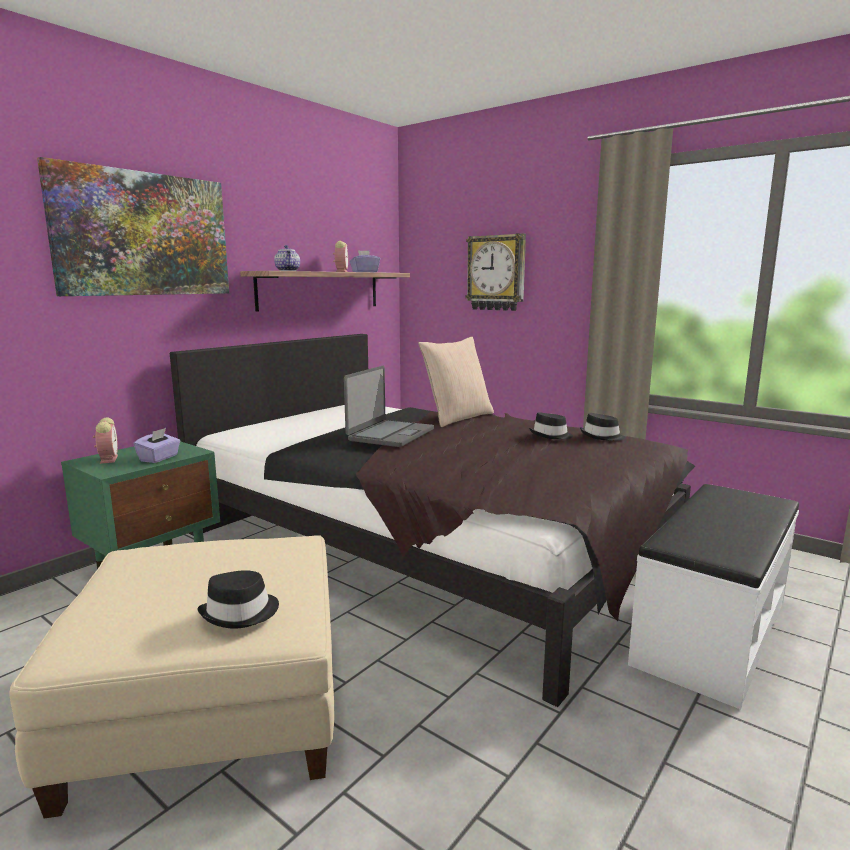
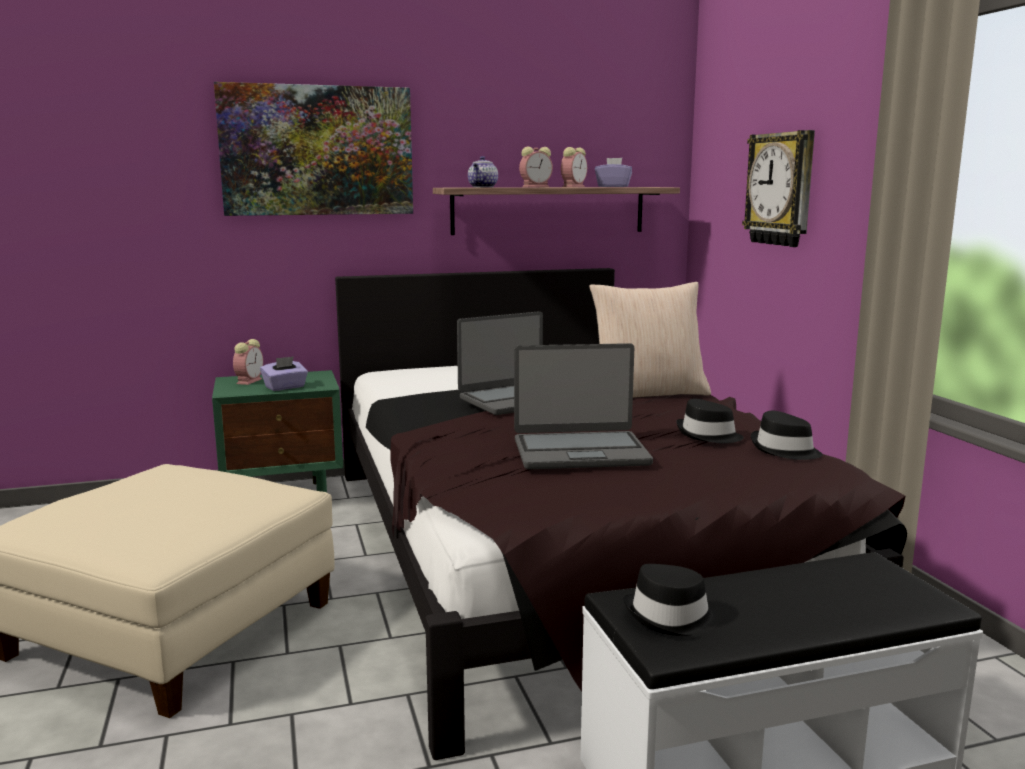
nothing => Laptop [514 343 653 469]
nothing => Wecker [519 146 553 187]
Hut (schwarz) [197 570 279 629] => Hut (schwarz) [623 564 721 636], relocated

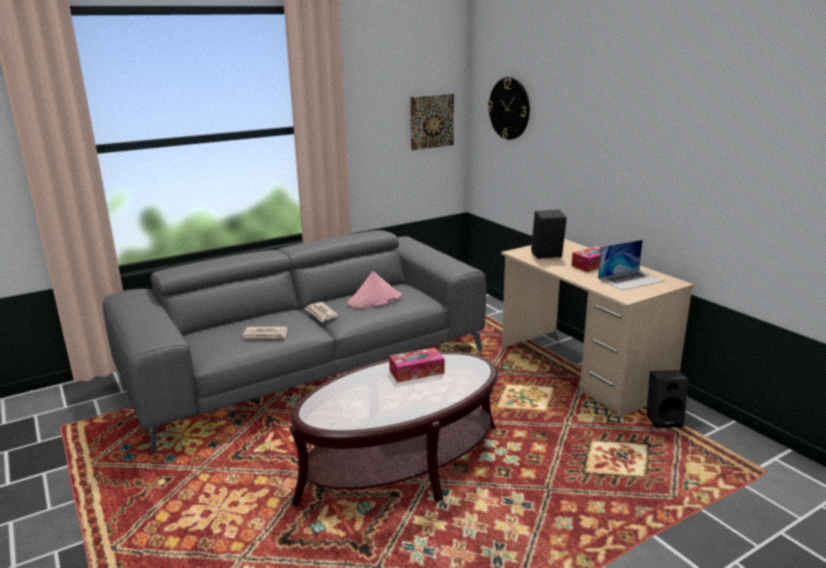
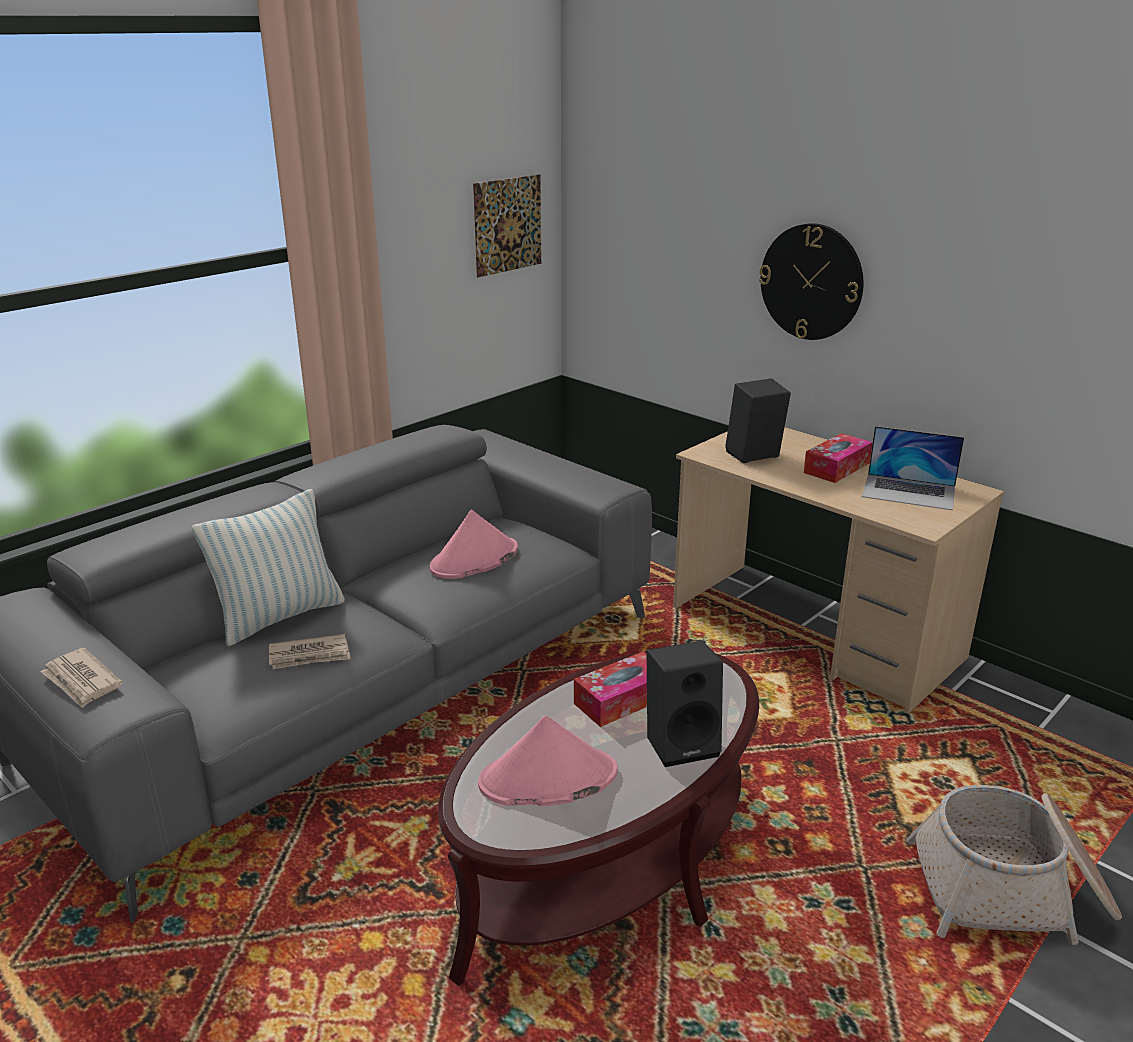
nothing => Kissen [192 489 345 646]
nothing => Hut (rosa) [478 716 618 806]
nothing => Korb [906 785 1122 945]
Zeitung [305 302 338 322] => Zeitung [40 648 123 708], relocated
Wanduhr [488 77 530 140] => Wanduhr [759 223 864 340], relocated
Lautsprecher (schwarz) [647 370 688 428] => Lautsprecher (schwarz) [647 641 723 767], relocated
Laptop [598 240 664 290] => Laptop [862 426 964 510], 60 degrees clockwise

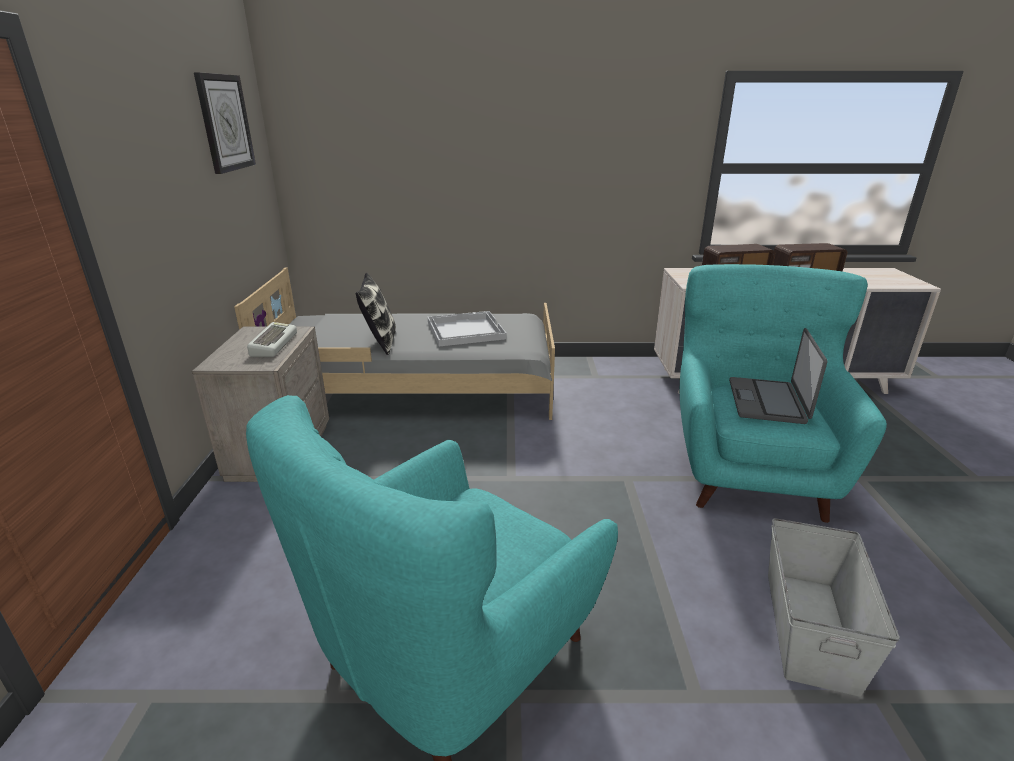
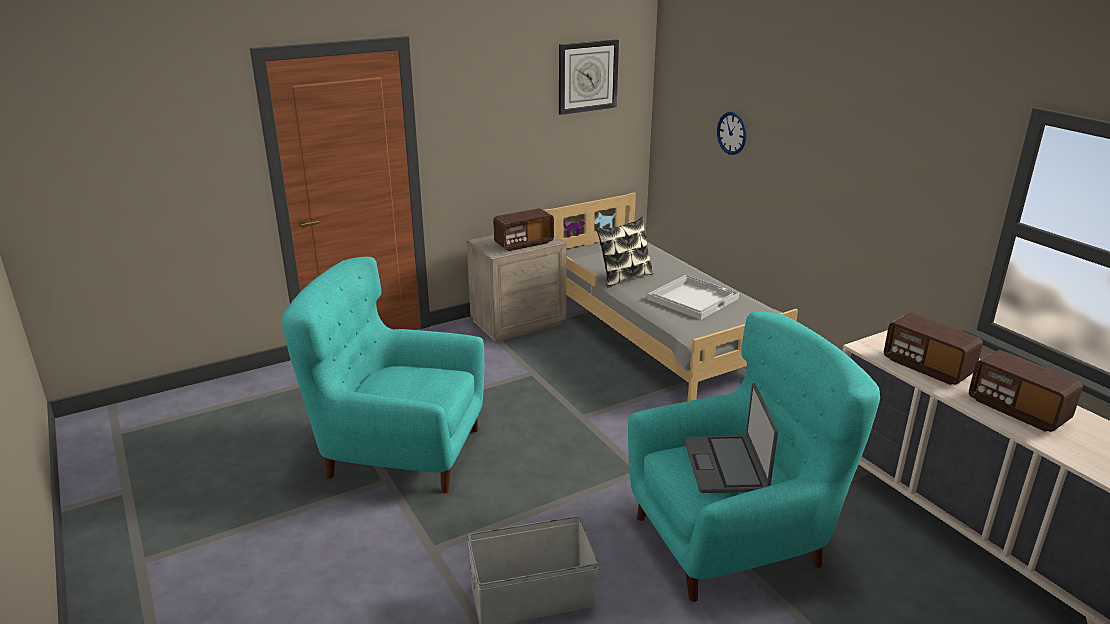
nothing => Wanduhr [717 112 746 155]
Tastatur [247 322 297 357] => Radio [493 208 554 251]
Laptop [729 328 827 424] => Laptop [684 383 778 493], 75 degrees counterclockwise

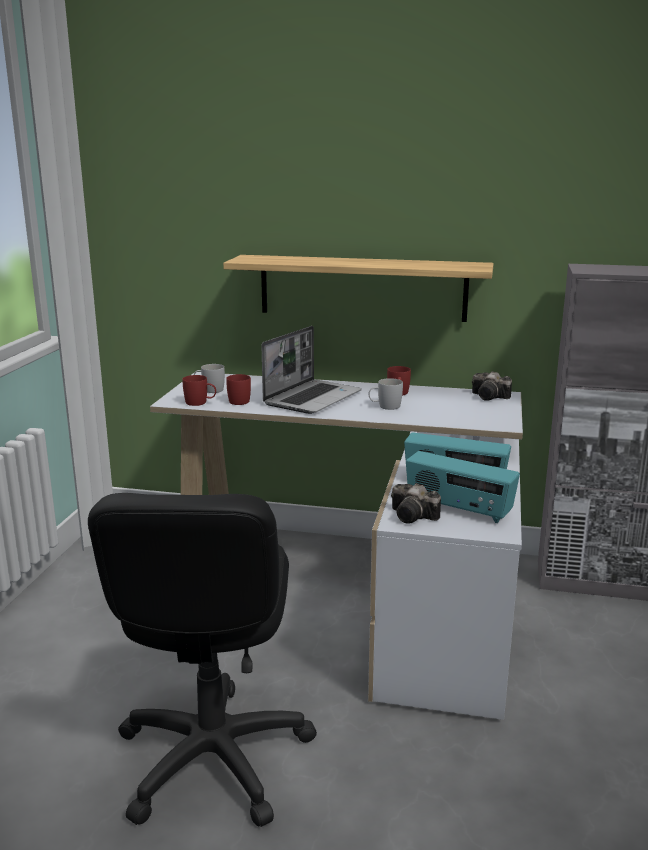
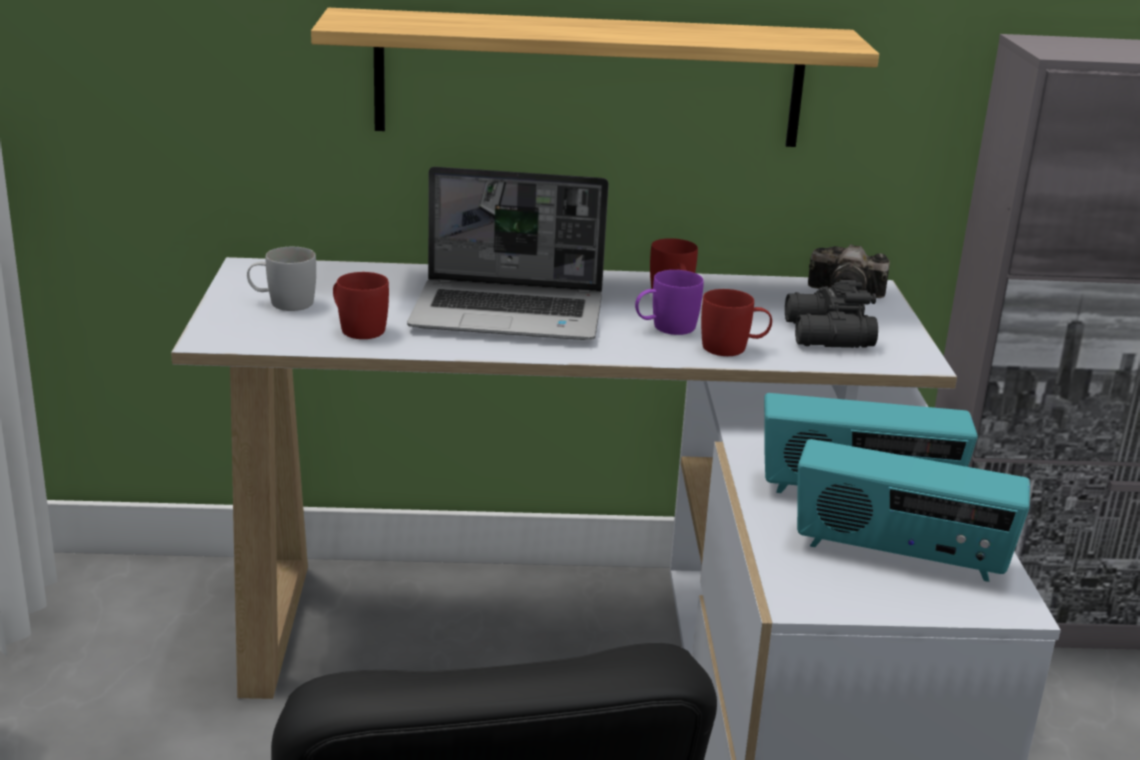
Kamera [391 483 441 524] => nothing
nothing => Fernglas (schwarz) [785 280 878 348]
Henkelbecher (rot) [182 375 216 406] => Henkelbecher (rot) [701 289 772 356], relocated
Henkelbecher (weiß) [368 378 403 410] => Henkelbecher (lila) [635 270 704 335]
Laptop [262 326 362 414] => Laptop [407 167 609 340], 75 degrees clockwise

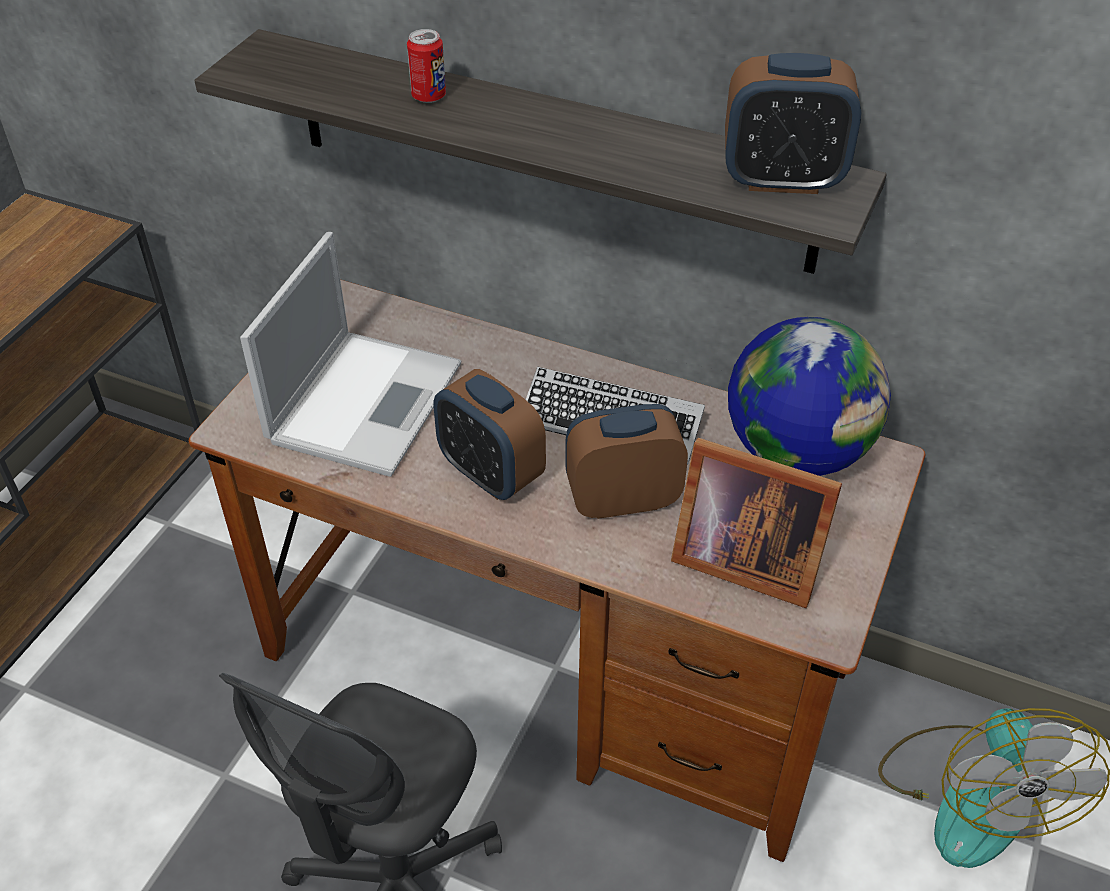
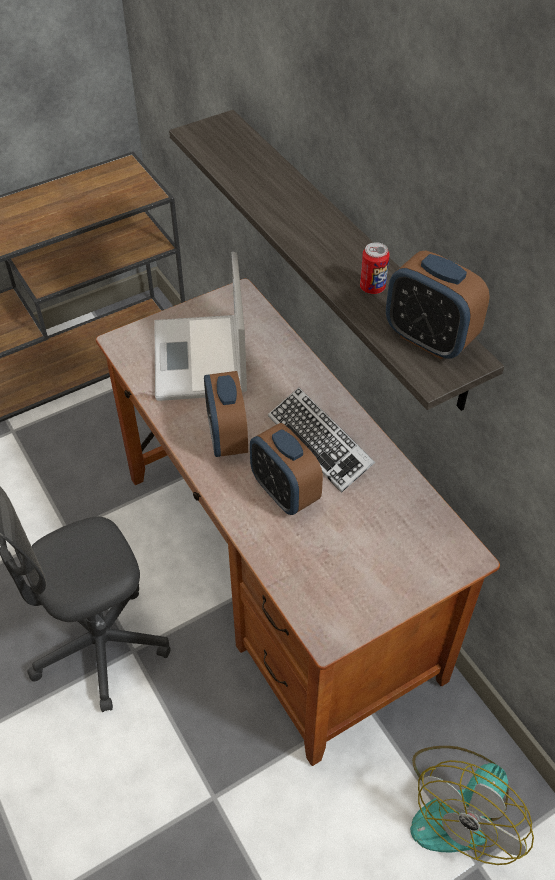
Bilderrahmen [671 438 842 608] => nothing
Globus [728 317 891 476] => nothing
Dose [407 29 446 103] => Dose [360 242 390 294], relocated
Laptop [240 232 461 477] => Laptop [155 252 247 401], 120 degrees clockwise
Wecker [565 404 688 519] => Wecker [250 423 323 515], 150 degrees counterclockwise

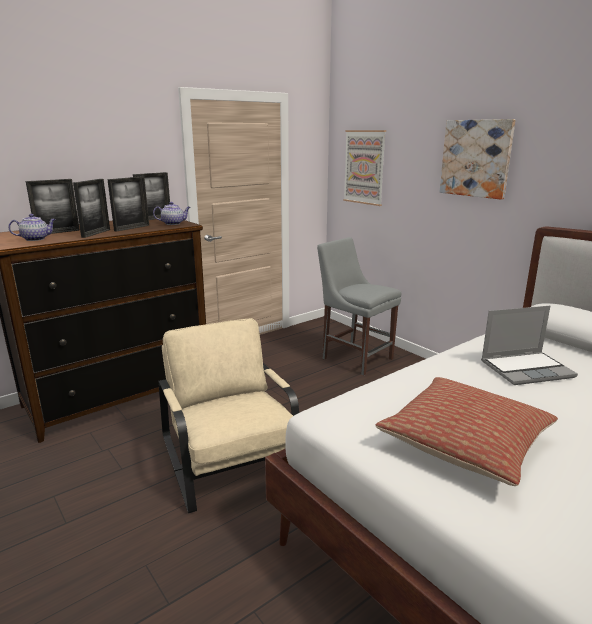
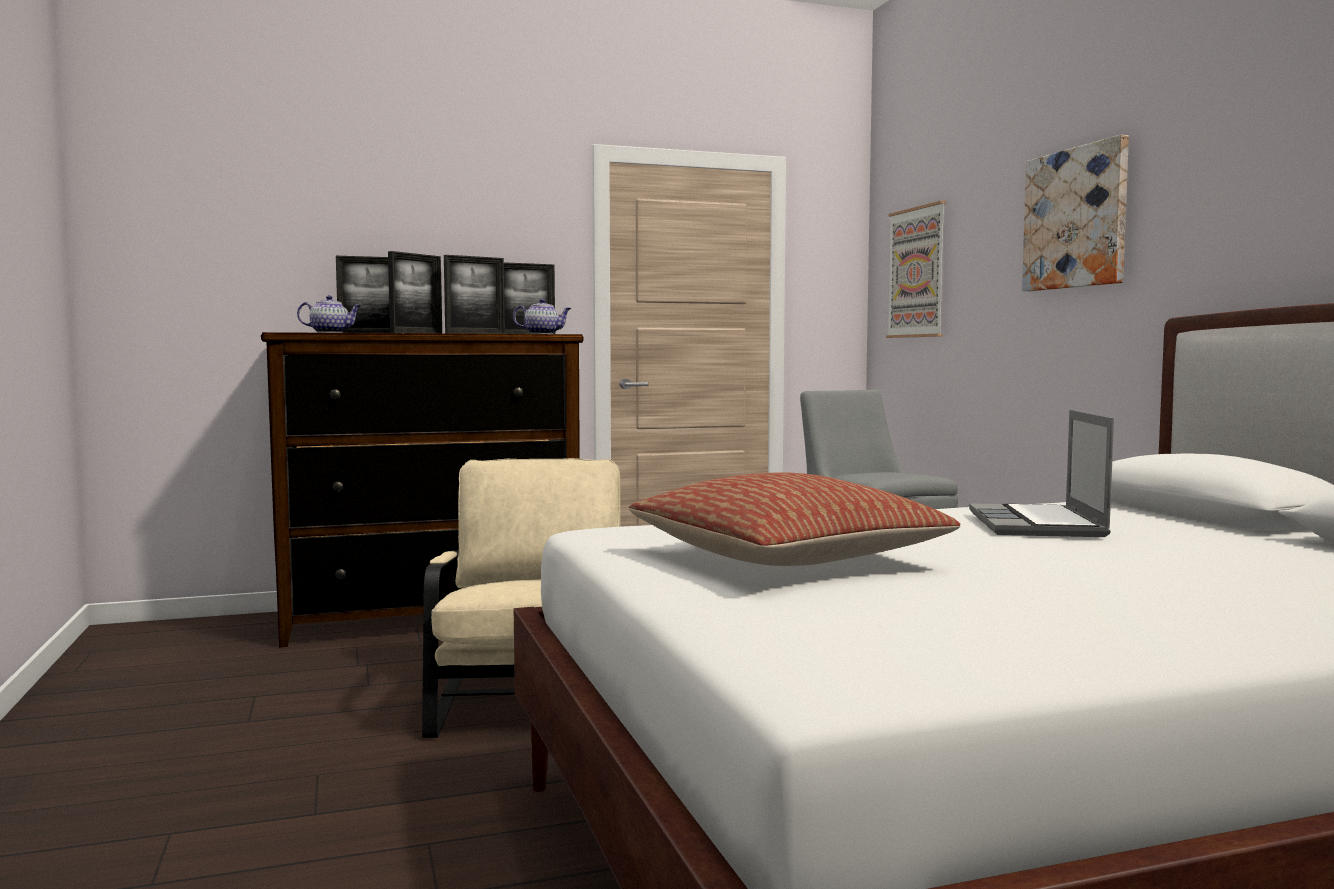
Laptop [481 306 578 385] => Laptop [969 410 1114 537], 90 degrees clockwise

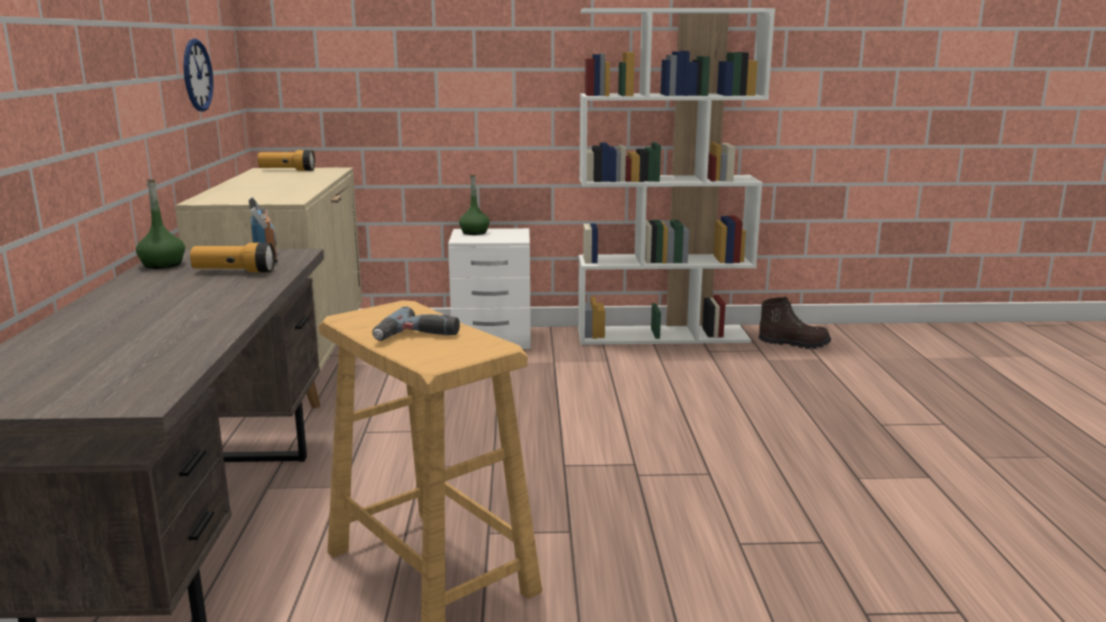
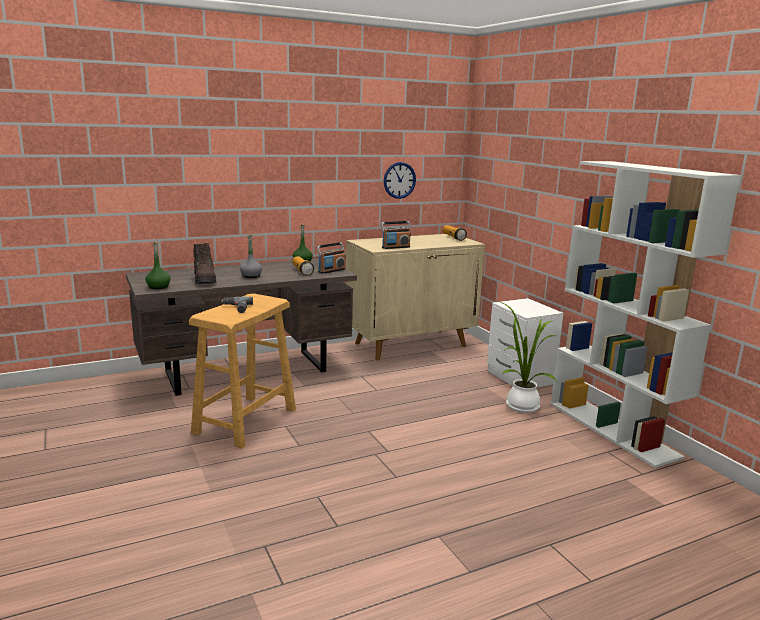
nothing => Flasche (grau) [240 234 262 278]
nothing => Radio [381 221 411 249]
nothing => Topfpflanze [501 302 557 413]
Flasche (grün) [459 175 490 235] => Flasche (grün) [145 242 171 289], relocated
Stiefel (braun) [758 297 831 349] => Stiefel (braun) [193 243 217 285], relocated

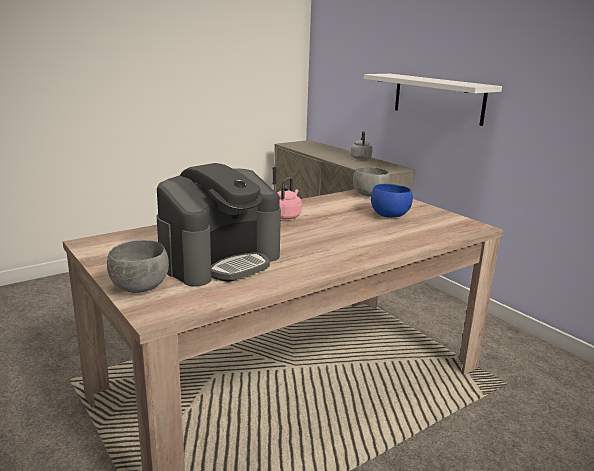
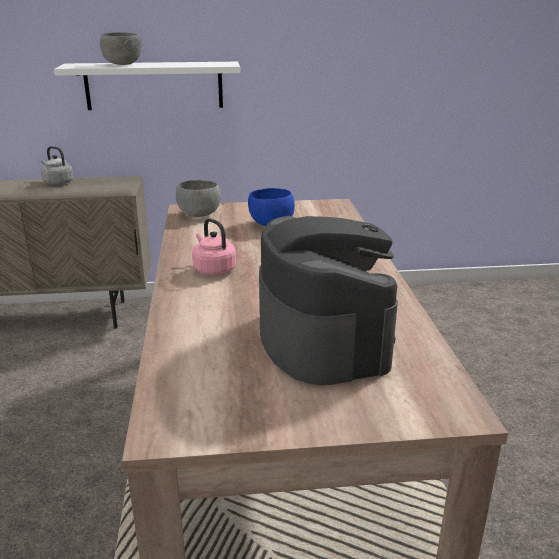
Schüssel (grau) [107 240 169 293] => Schüssel (grau) [100 32 142 65], relocated

